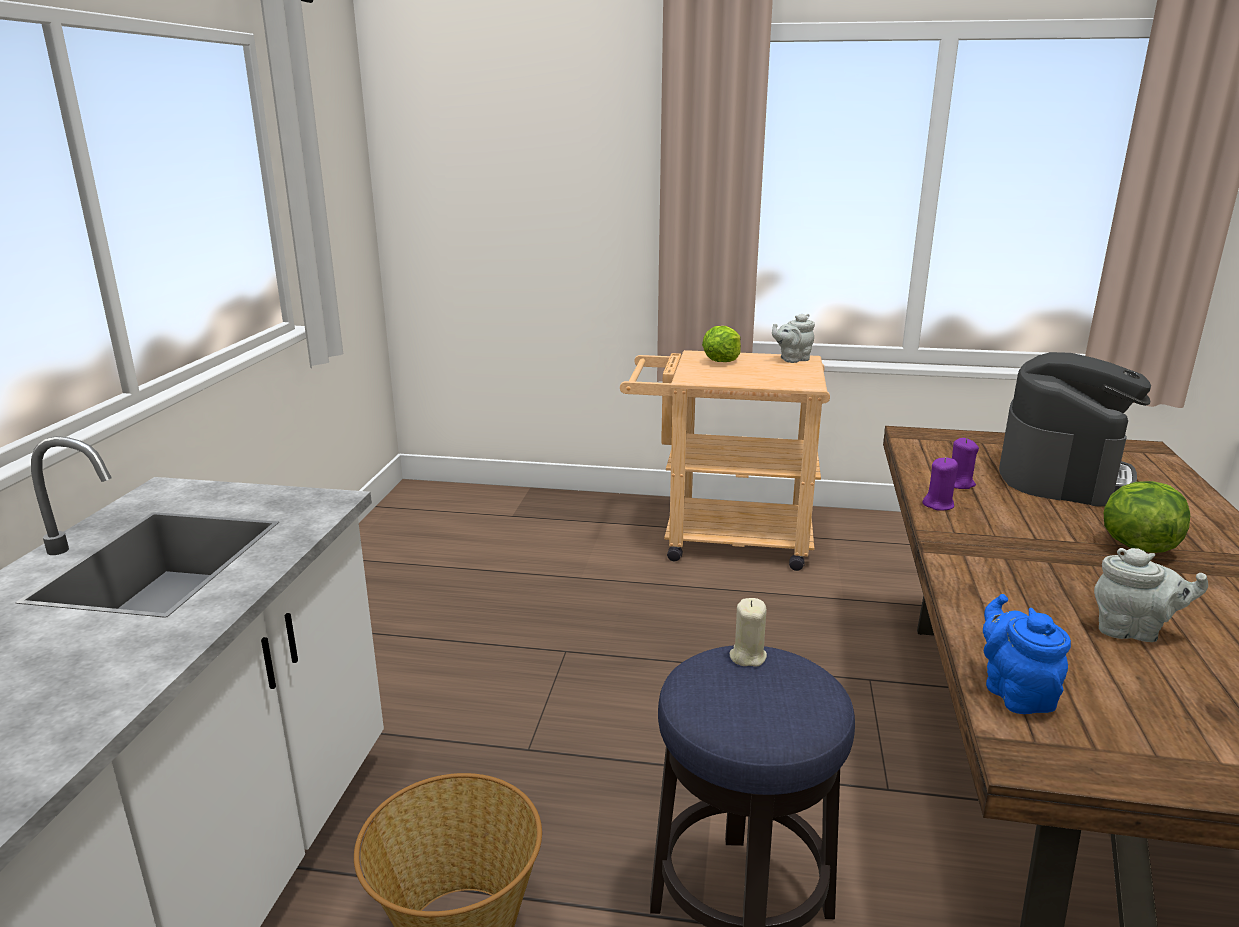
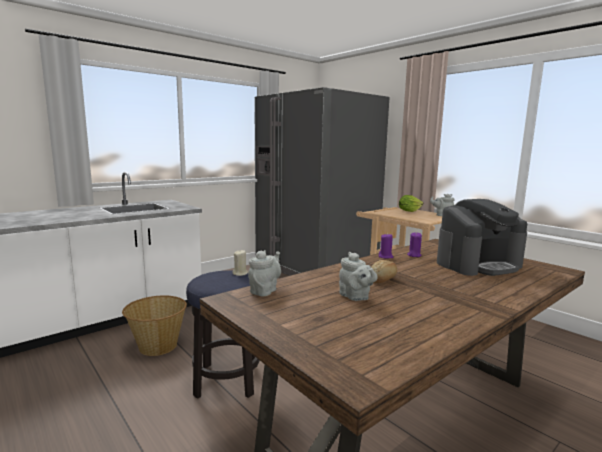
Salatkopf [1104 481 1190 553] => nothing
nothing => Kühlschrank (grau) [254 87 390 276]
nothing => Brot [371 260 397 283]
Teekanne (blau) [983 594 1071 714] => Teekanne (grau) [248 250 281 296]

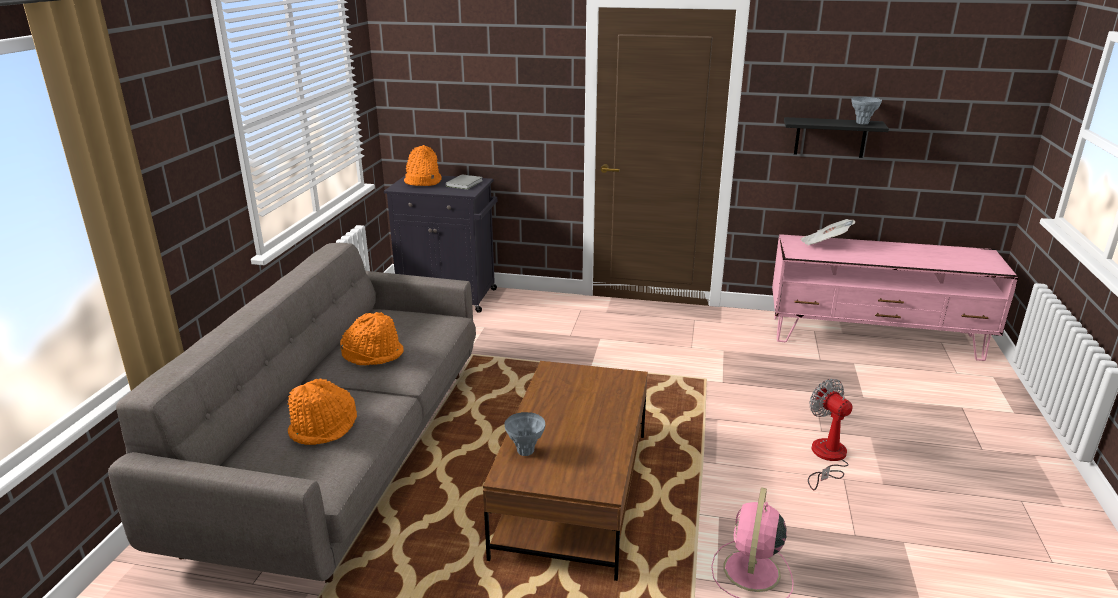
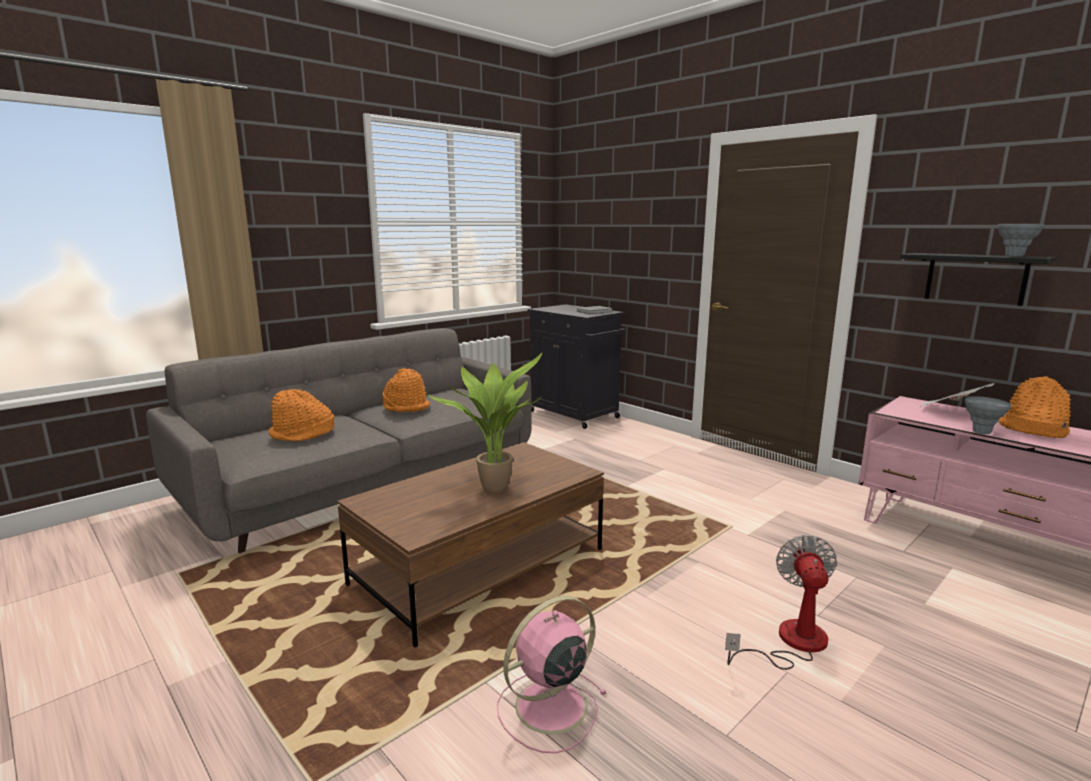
nothing => Topfpflanze [428 353 542 494]
Hut (orange) [404 145 442 186] => Hut (orange) [998 376 1071 438], relocated
Vase (grau) [504 412 545 456] => Vase (grau) [964 396 1011 434], relocated

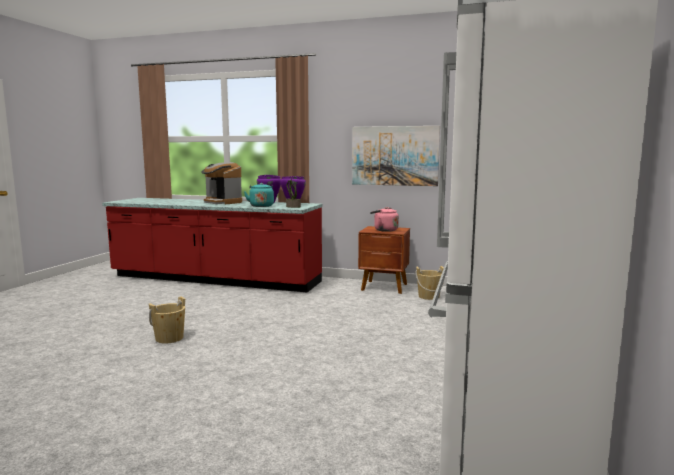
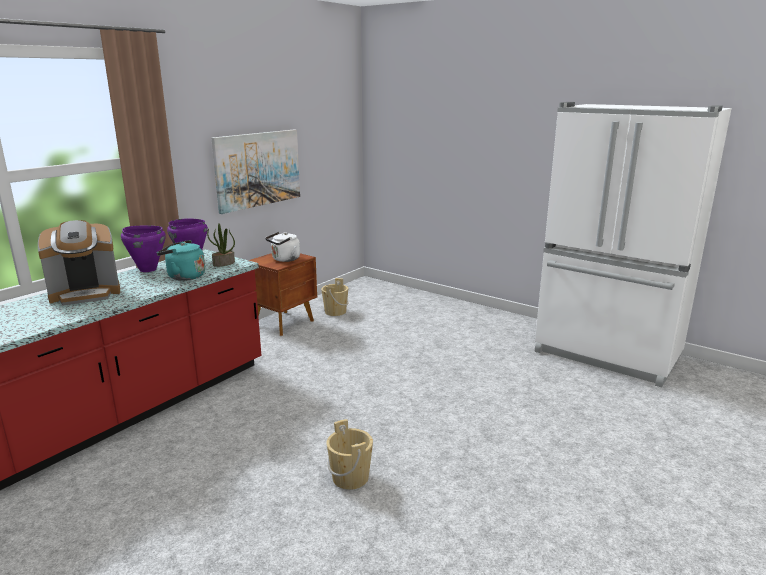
Wasserkessel (rosa) [370 207 399 232] => Wasserkessel (weiß) [265 232 300 262]

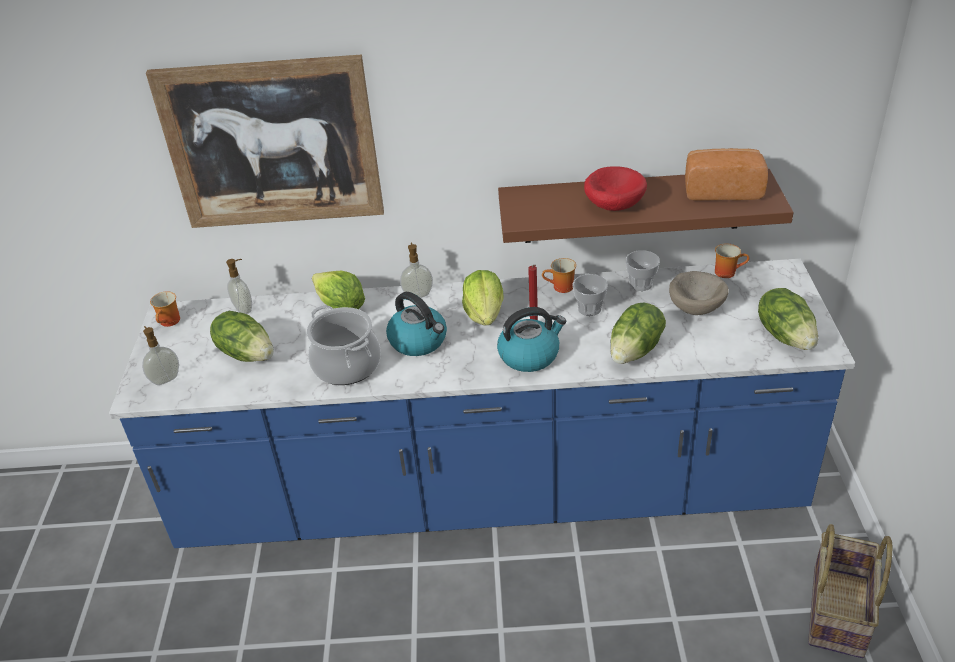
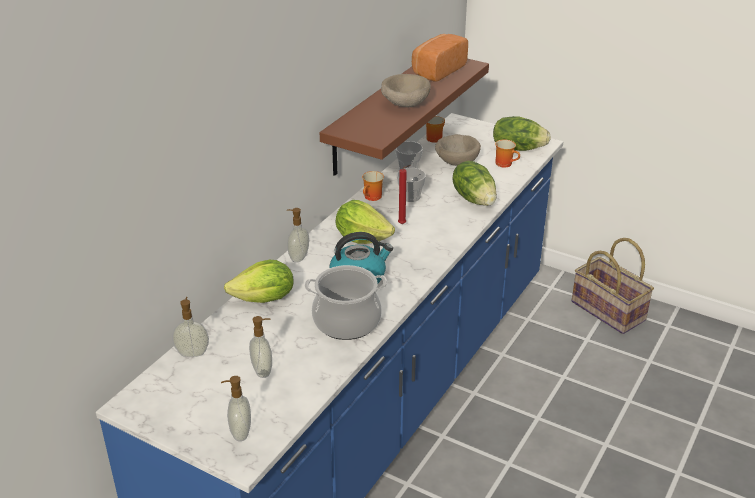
Bild [146 54 384 228] => nothing
Wasserkessel [497 307 566 372] => nothing
Henkelbecher [150 291 180 327] => Henkelbecher [495 139 520 167], relocated
Salatkopf [210 311 274 362] => Seifenspender [249 316 272 378]
Schüssel (rot) [584 166 647 211] => Schüssel (beige) [381 74 431 107]

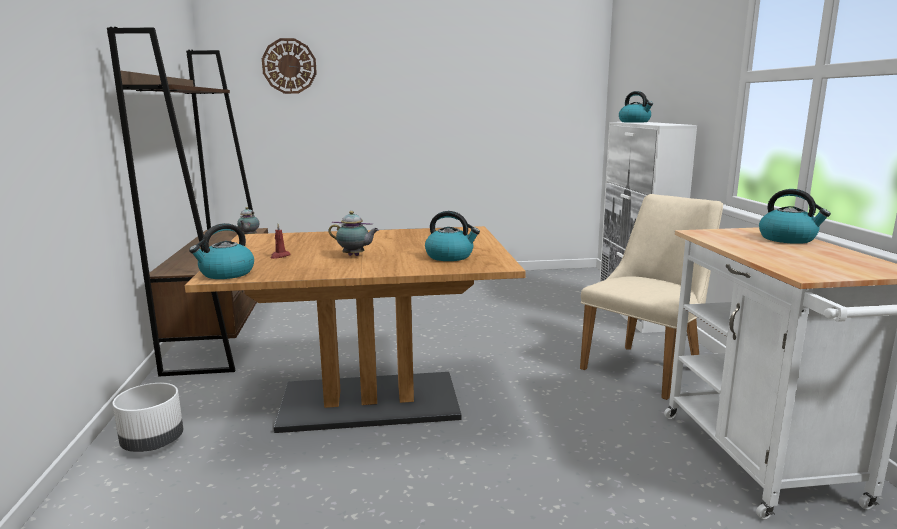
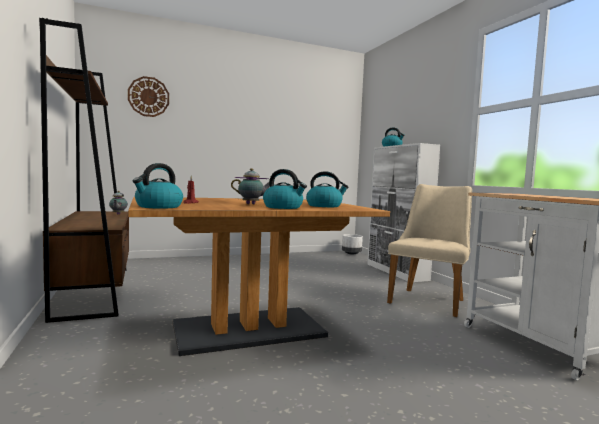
Pflanzkübel (weiß) [112 383 183 452] => Pflanzkübel (weiß) [342 234 363 254], relocated
Wasserkessel [759 189 831 244] => Wasserkessel [263 169 307 209], relocated

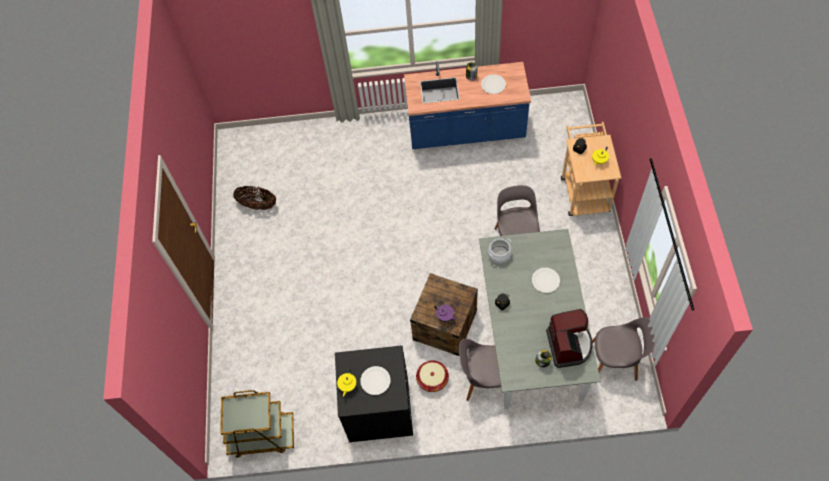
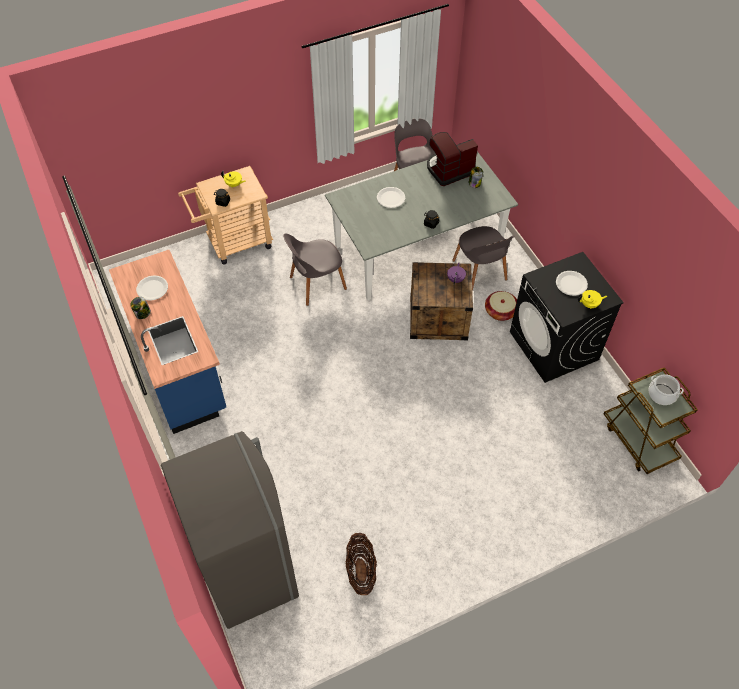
nothing => Kühlschrank (grau) [161 431 299 629]
Kochtopf [488 238 512 264] => Kochtopf [648 374 684 405], relocated

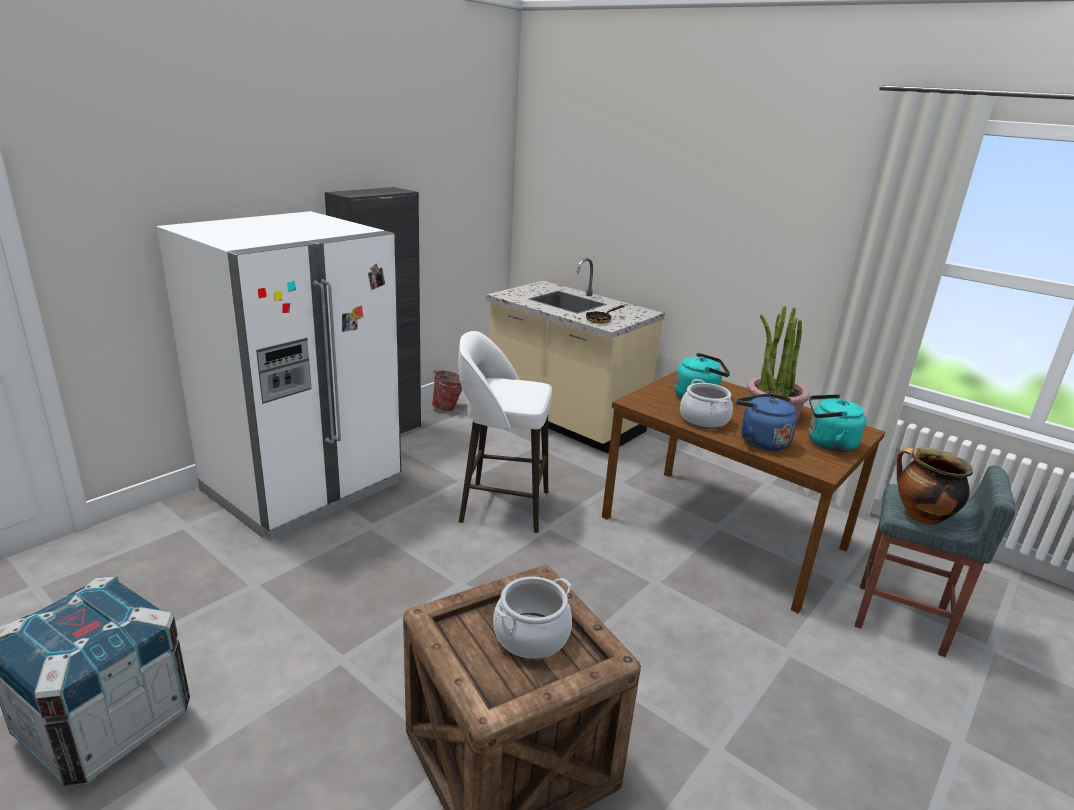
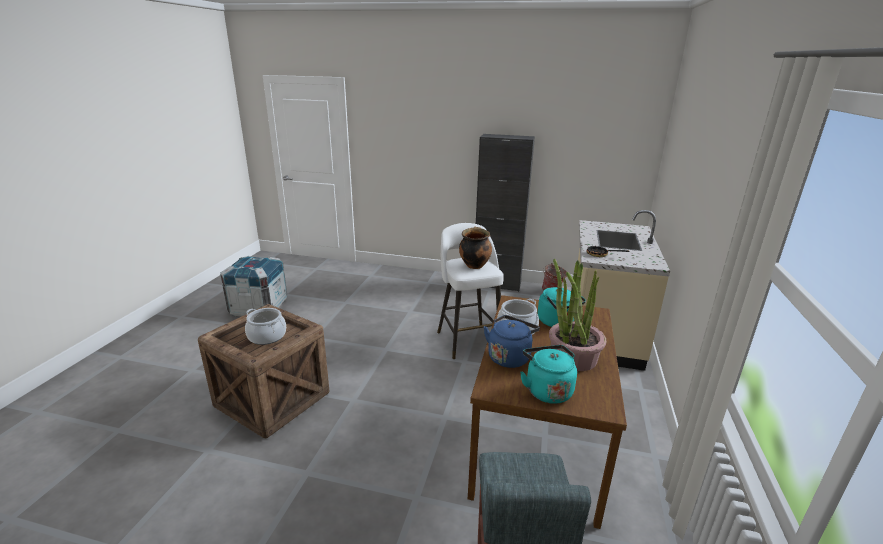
Kühlschrank (weiß) [157 211 401 541] => nothing
Kochtopf [897 448 973 525] => Kochtopf [459 227 492 269], relocated

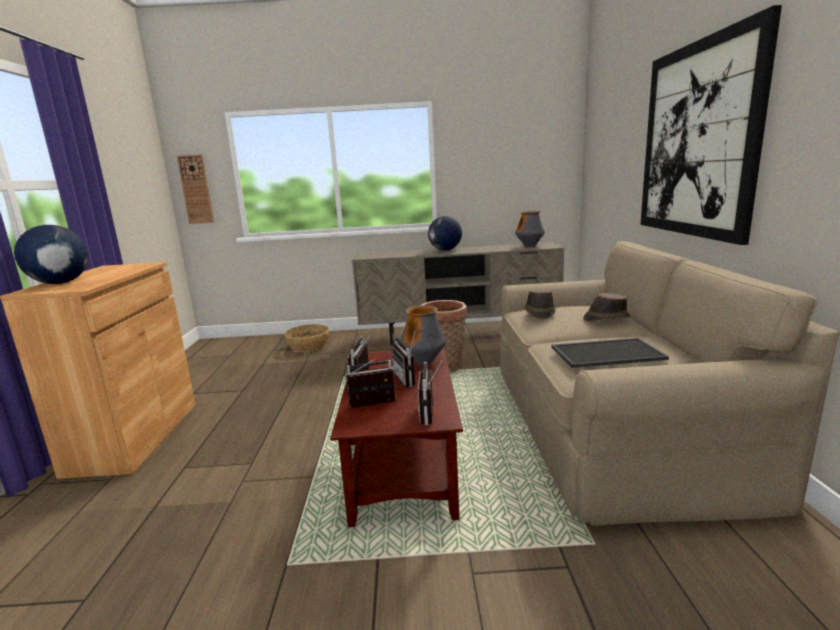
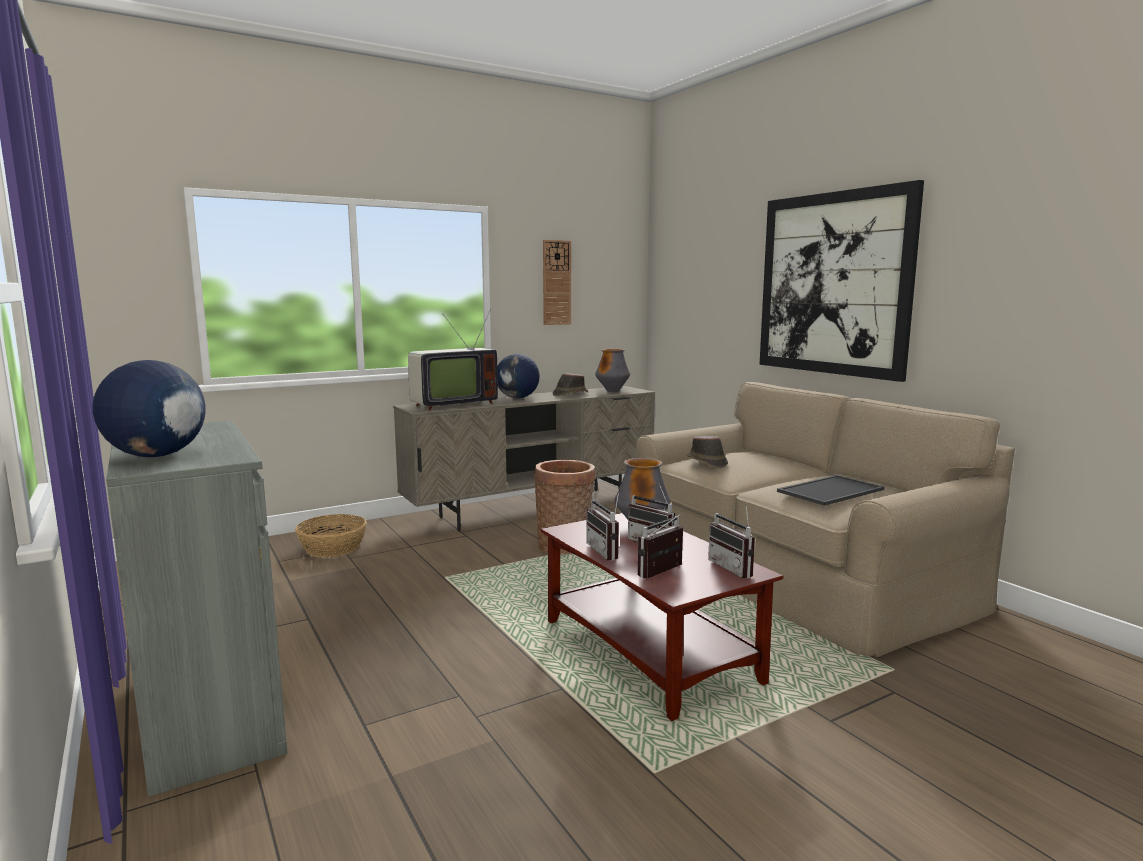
nothing => Fernseher [408 309 498 410]
Wanduhr [177 154 214 224] => Wanduhr [543 240 571 325], relocated
Hut (braun) [583 293 631 322] => Hut (braun) [552 373 588 396], relocated
Schrank (braun) [0 262 196 479] => Schrank (grau) [106 420 287 797]

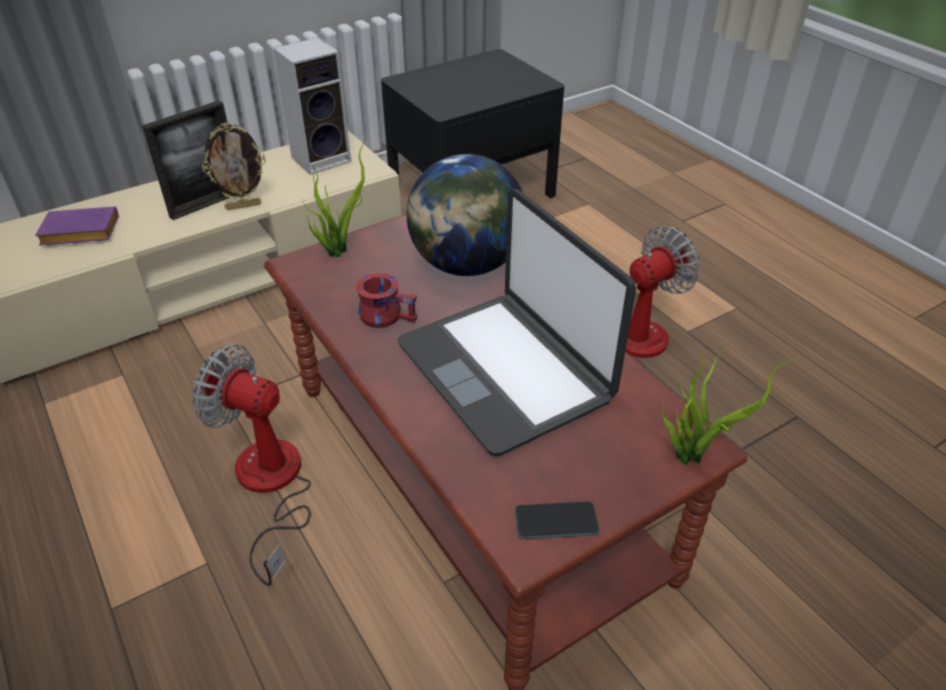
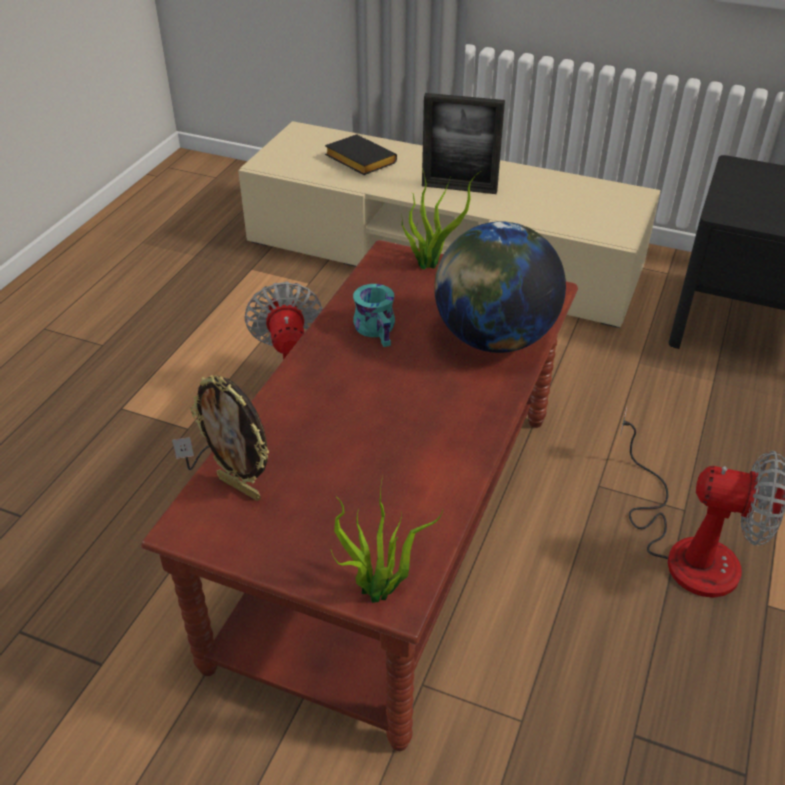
Lautsprecher [273 38 351 175] => nothing
Laptop [398 189 636 456] => nothing
Handy [515 501 599 539] => nothing
Bilderrahmen [202 122 266 210] => Bilderrahmen [190 375 269 501], relocated
Buch (lila) [35 206 119 246] => Buch (schwarz) [325 135 397 175]
Henkelbecher (rot) [356 273 417 328] => Henkelbecher (türkis) [353 284 395 347]

